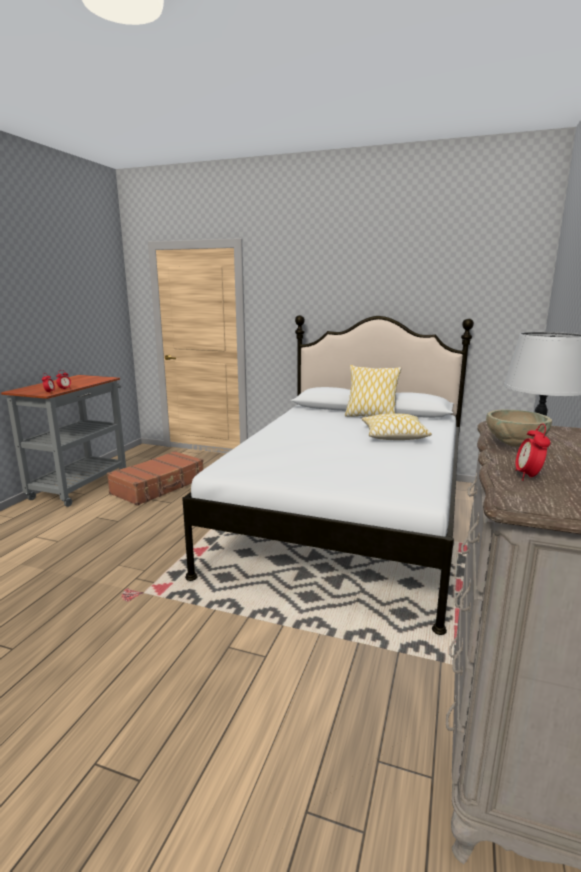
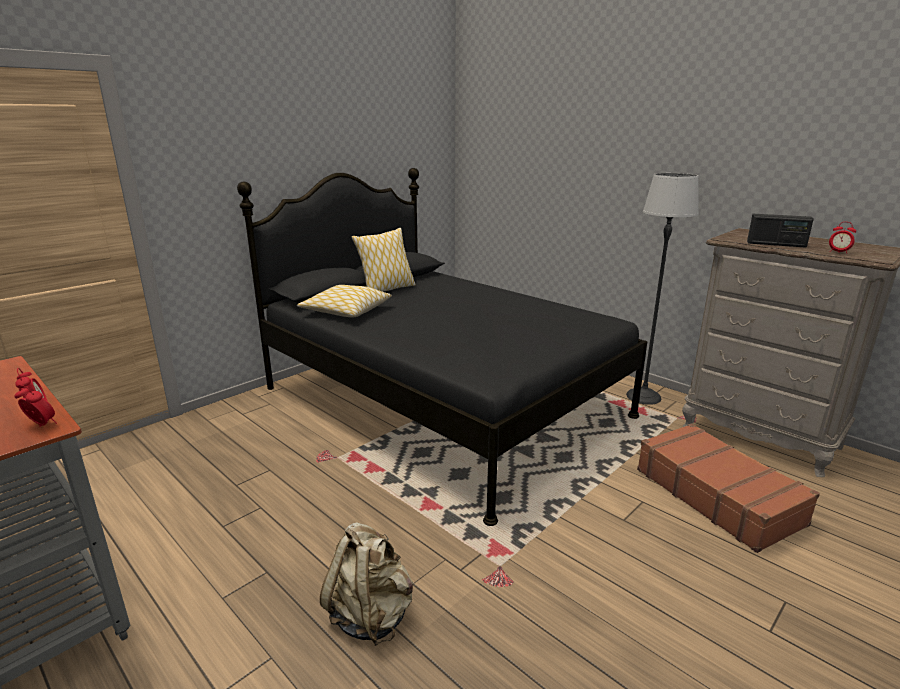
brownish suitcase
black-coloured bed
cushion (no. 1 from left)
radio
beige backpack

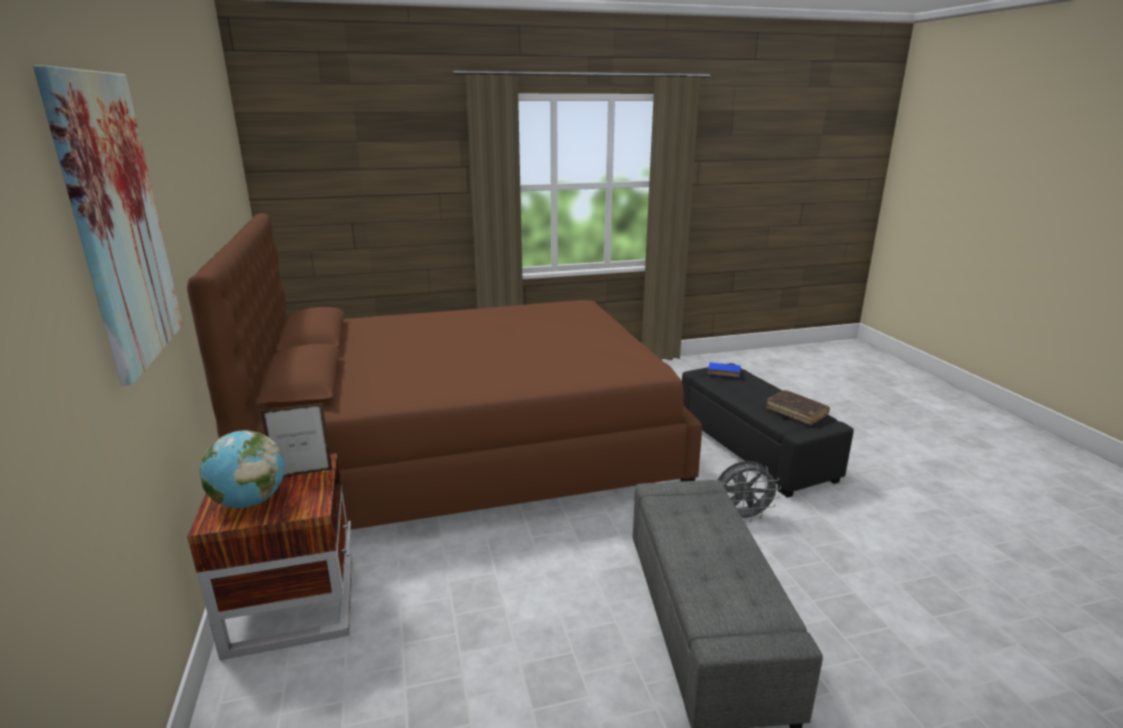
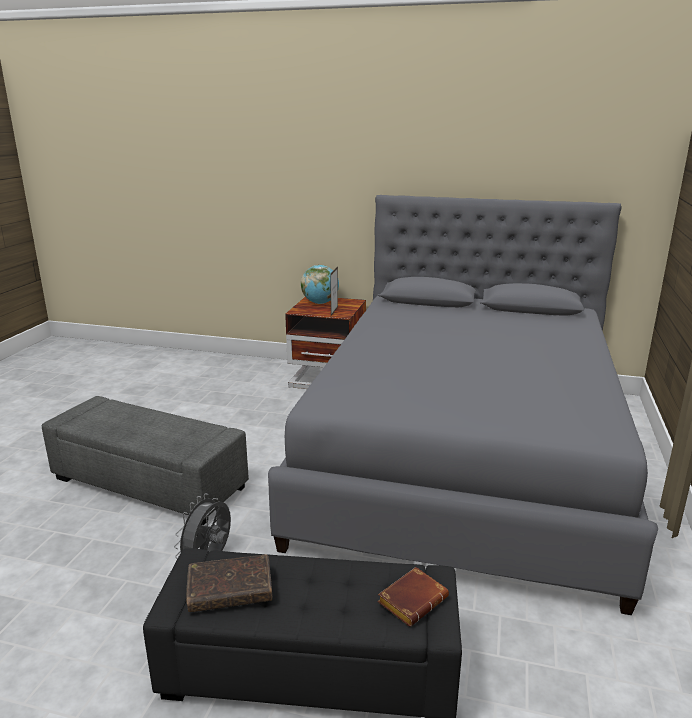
wall picture
grey bed
brownish bound book (no. 2 from left)

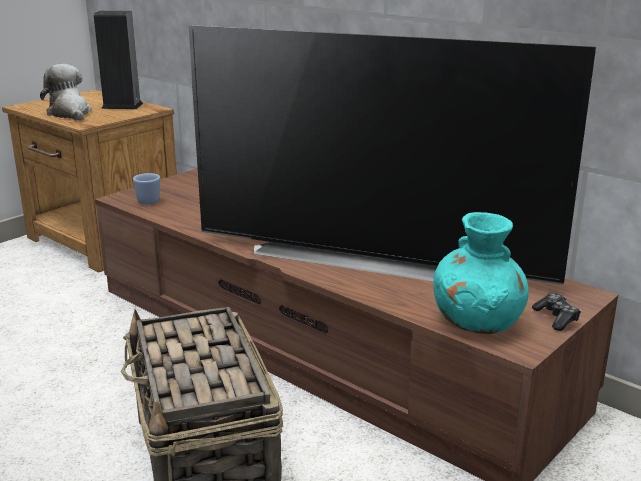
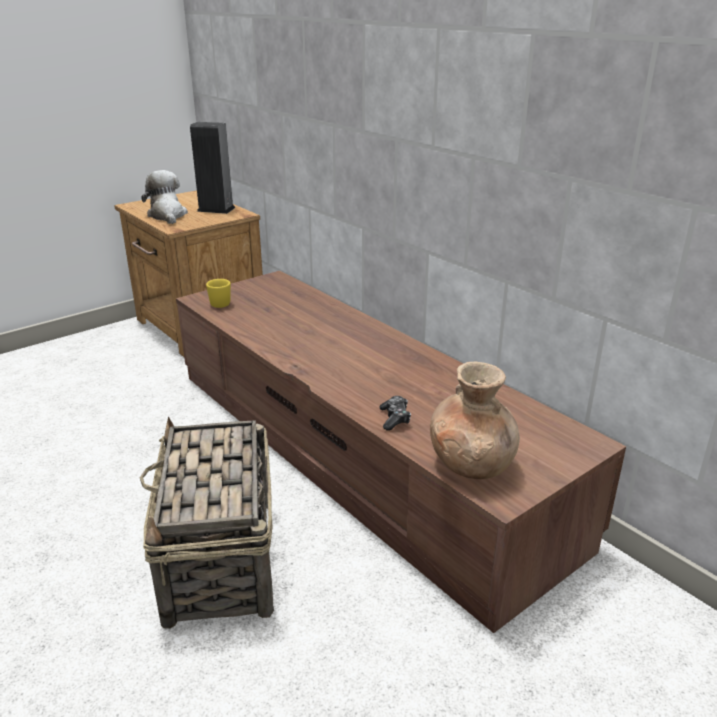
yellowish coffee mug
TV
brownish vase
joypad

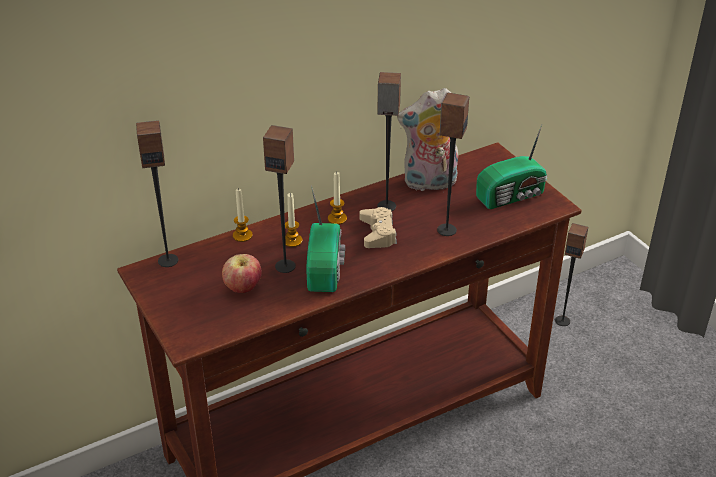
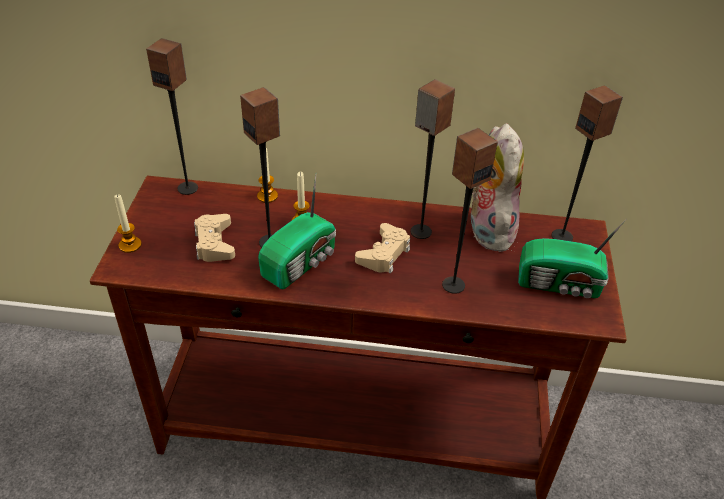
beige joypad (no. 1 from left)
candle (no. 1 from left)
cuddly toy
speaker (no. 5 from left)

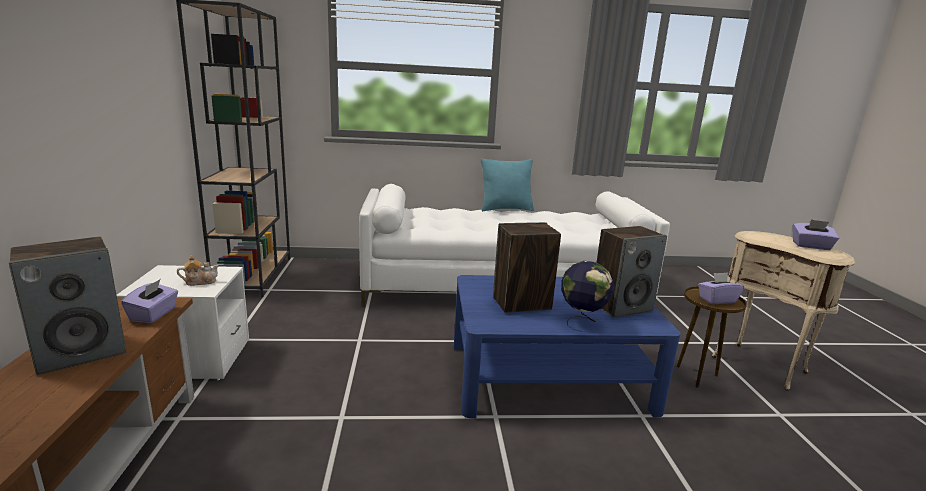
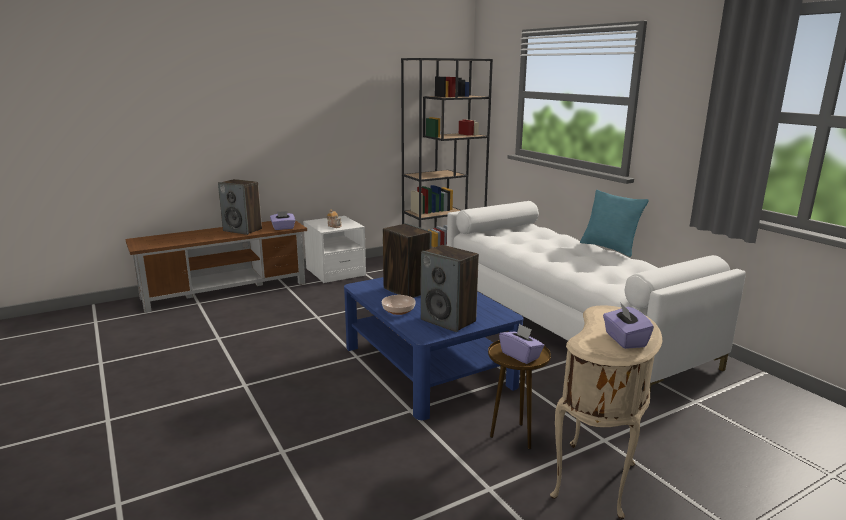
serving bowl

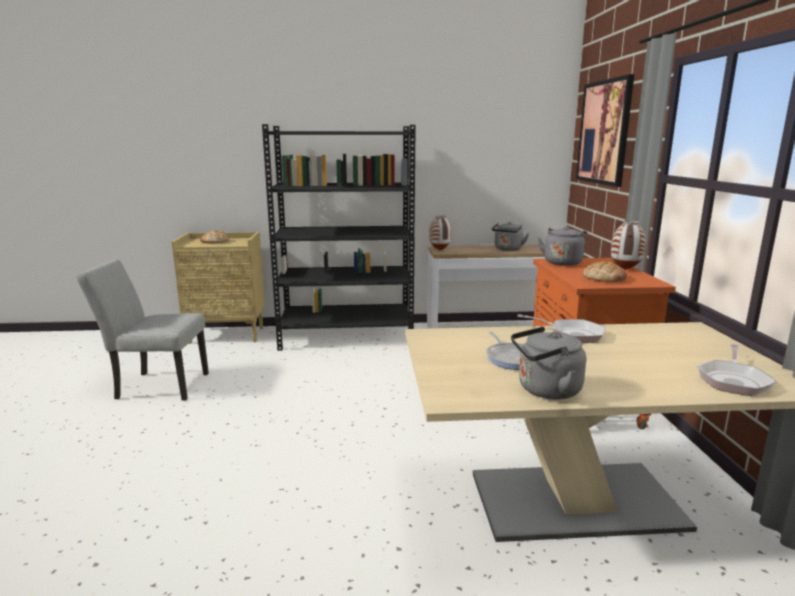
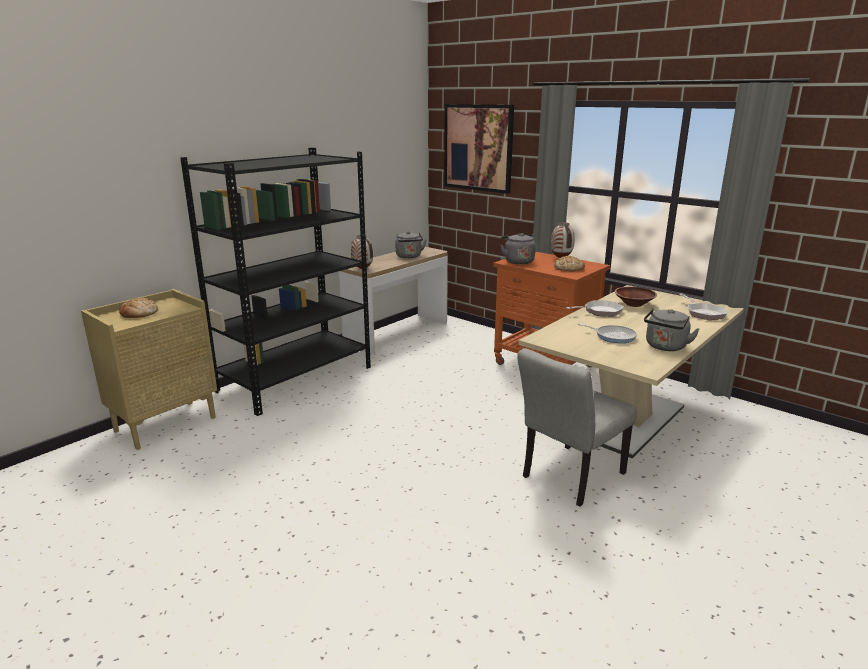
grey chair
brownish serving bowl

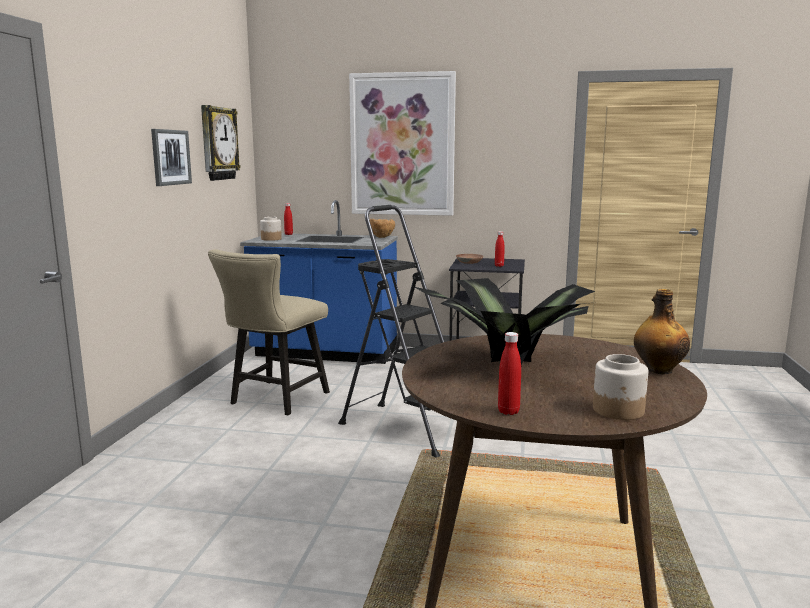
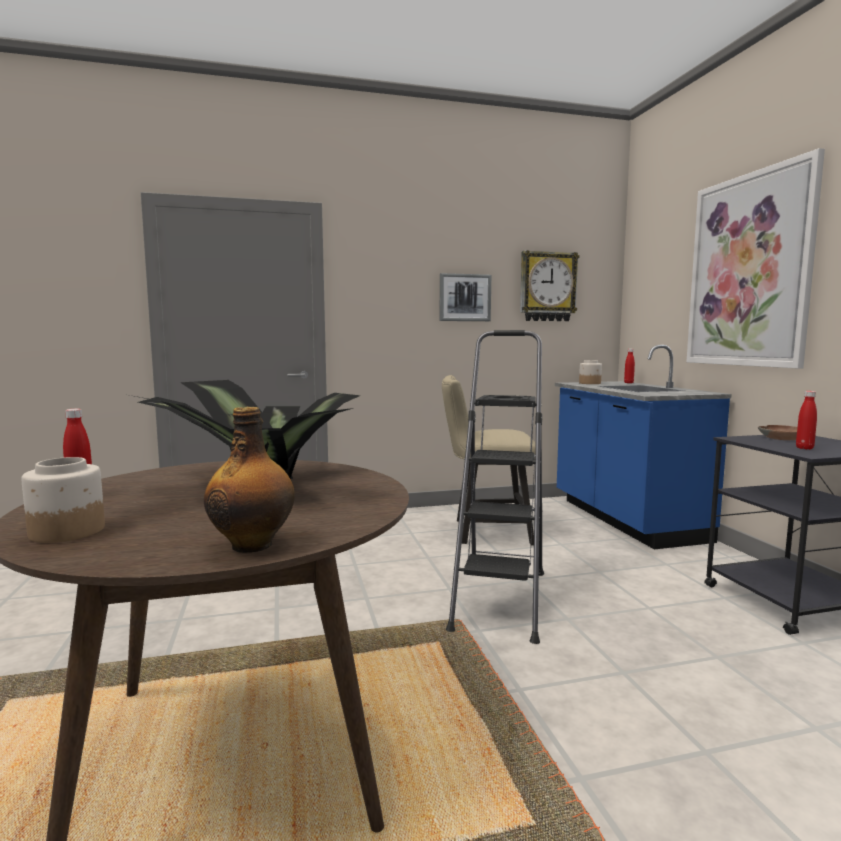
brownish serving bowl (no. 1 from left in the first image)

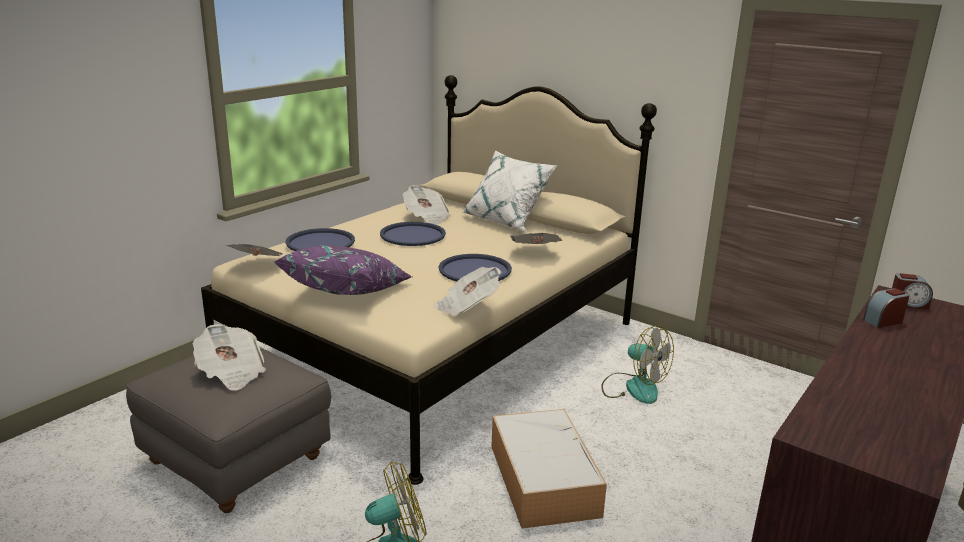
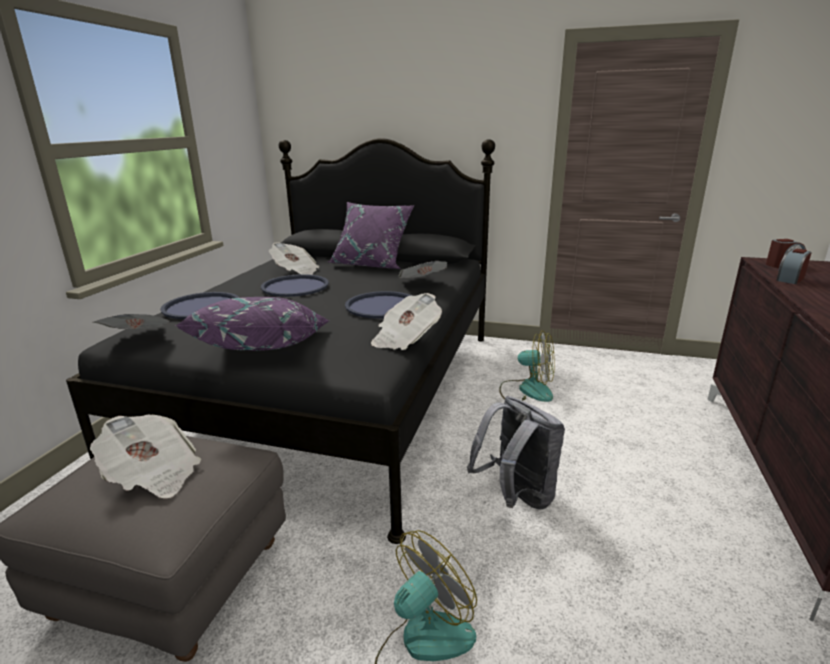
black-coloured bed
purple-coloured cushion (no. 2 from left)
grey backpack

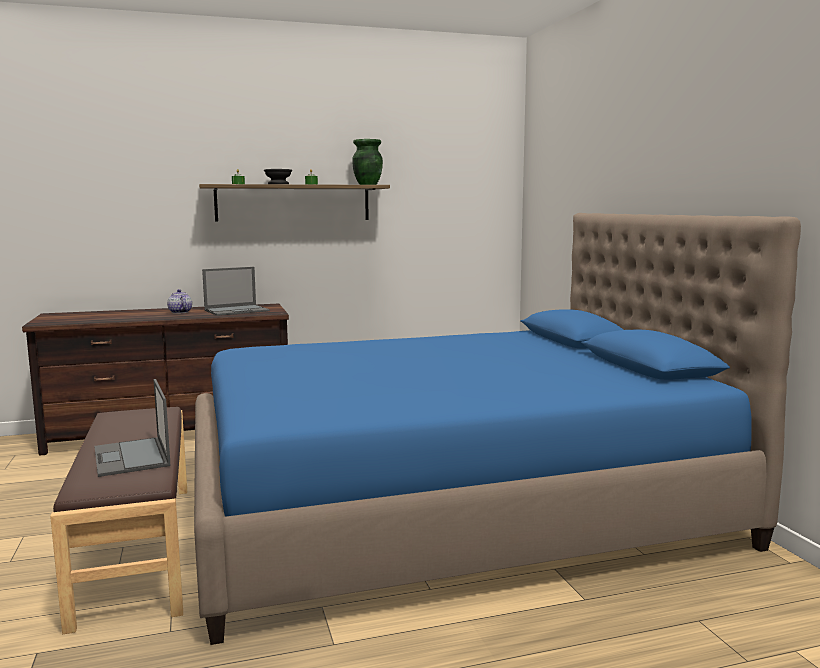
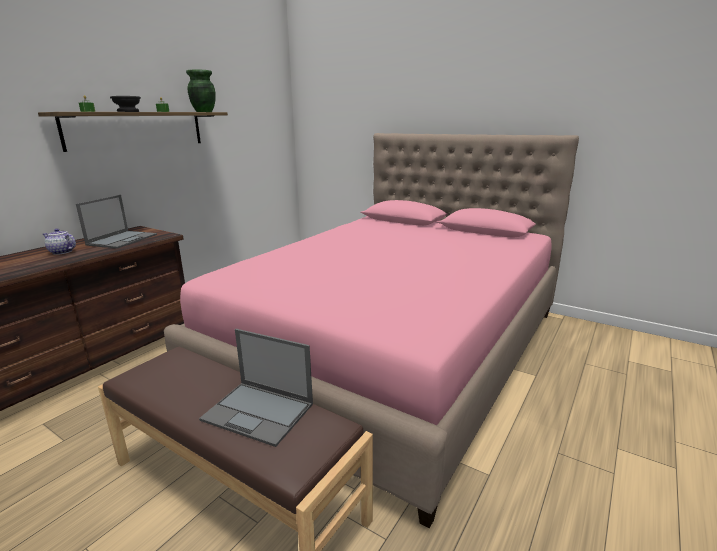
pink bed

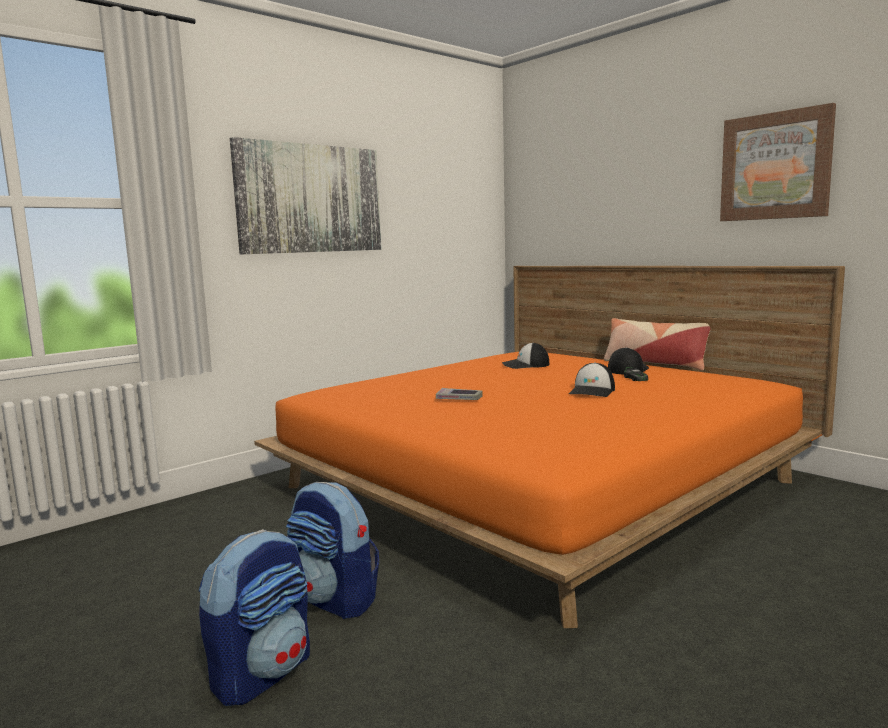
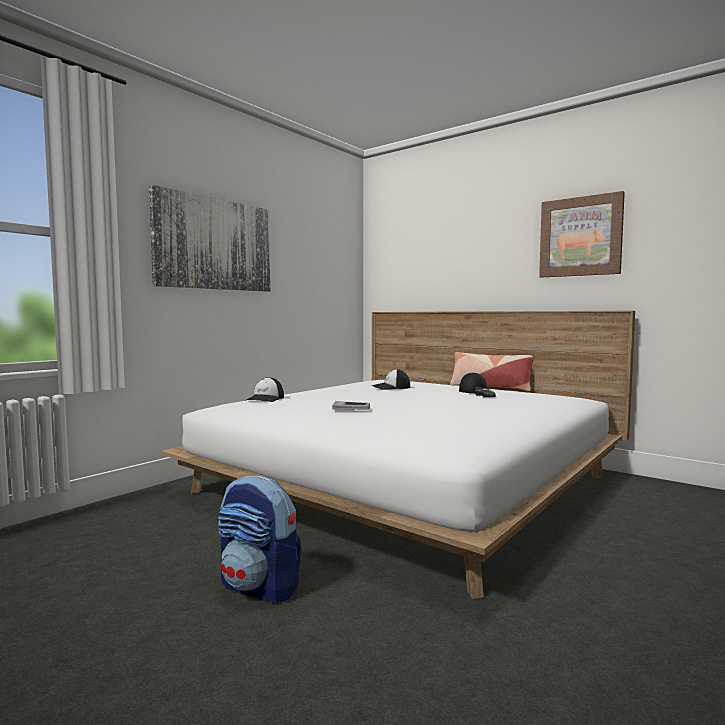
backpack (no. 1 from left in the first image)
white bed
baseball cap (no. 1 from left)

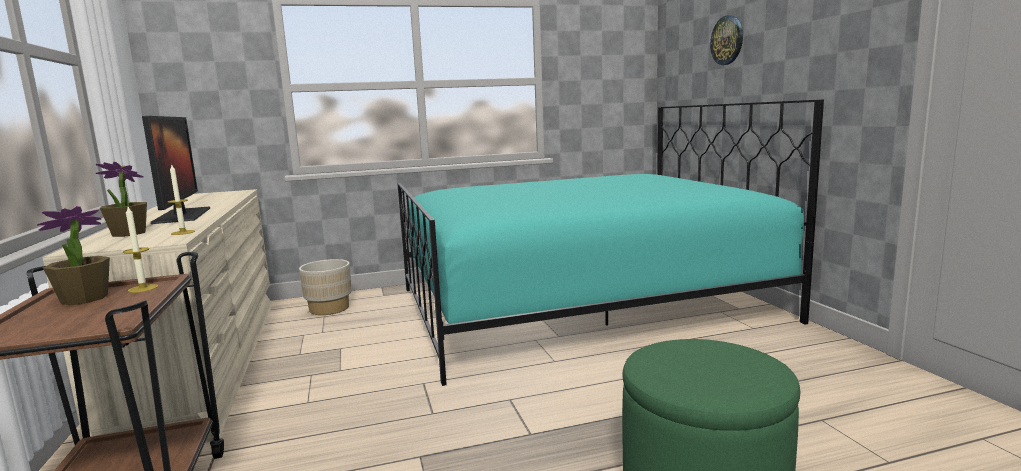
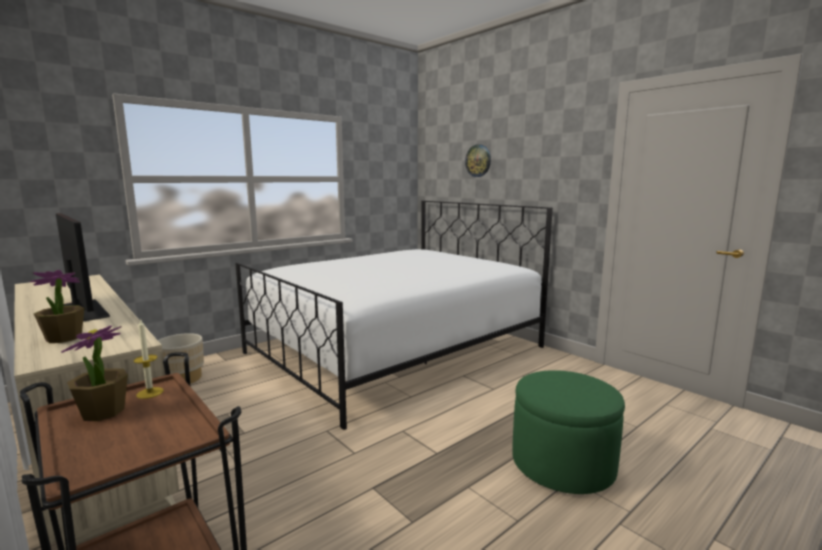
candle (no. 2 from left in the first image)
white bed

